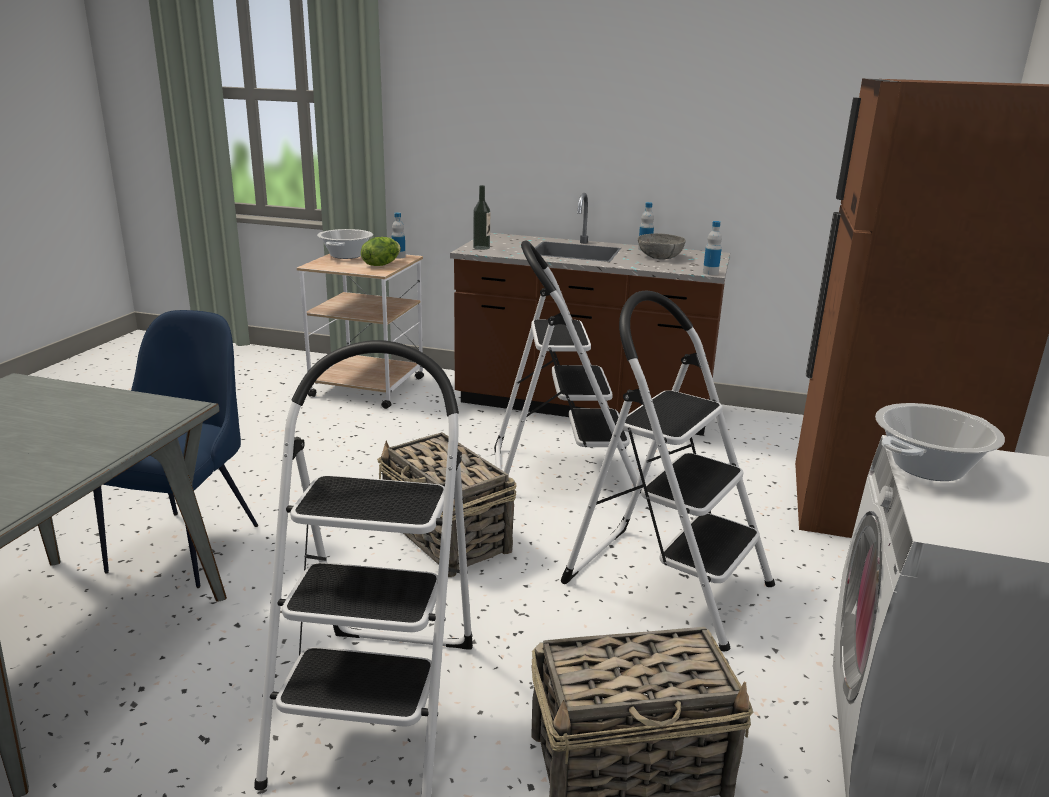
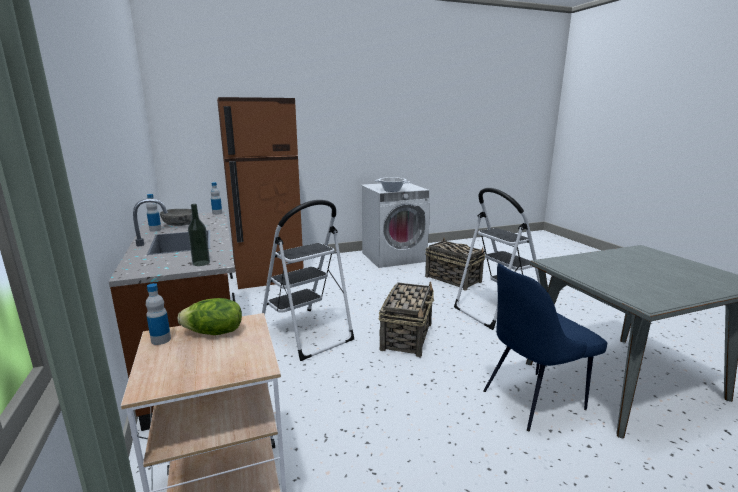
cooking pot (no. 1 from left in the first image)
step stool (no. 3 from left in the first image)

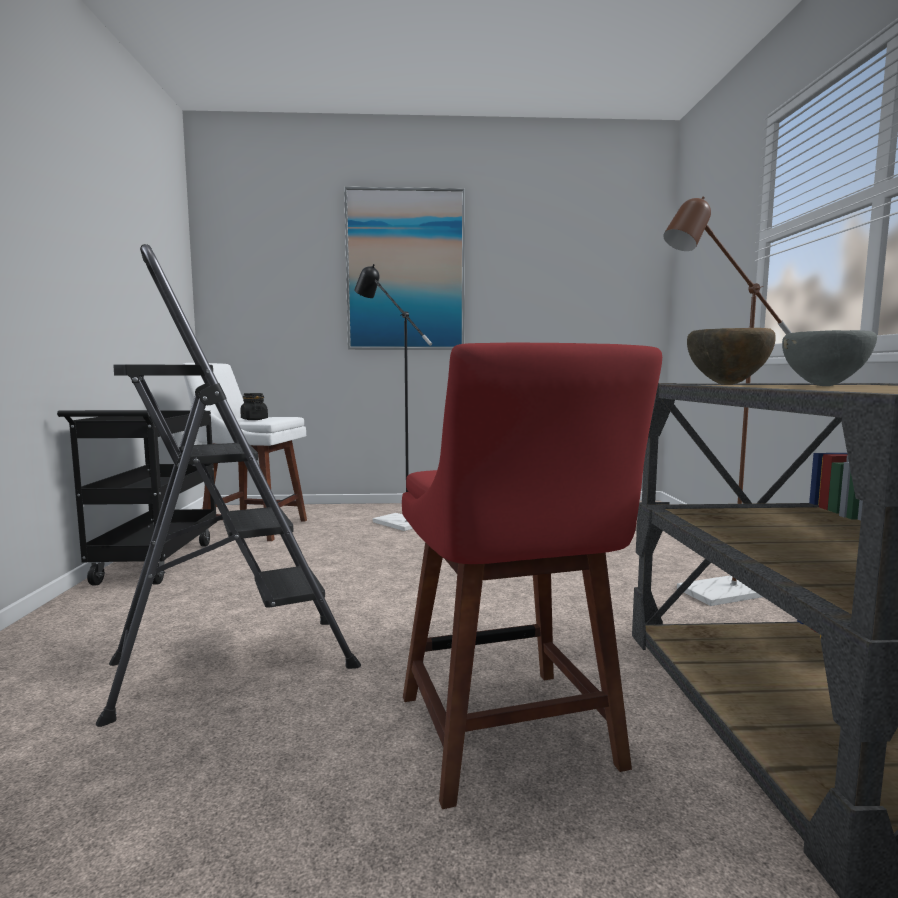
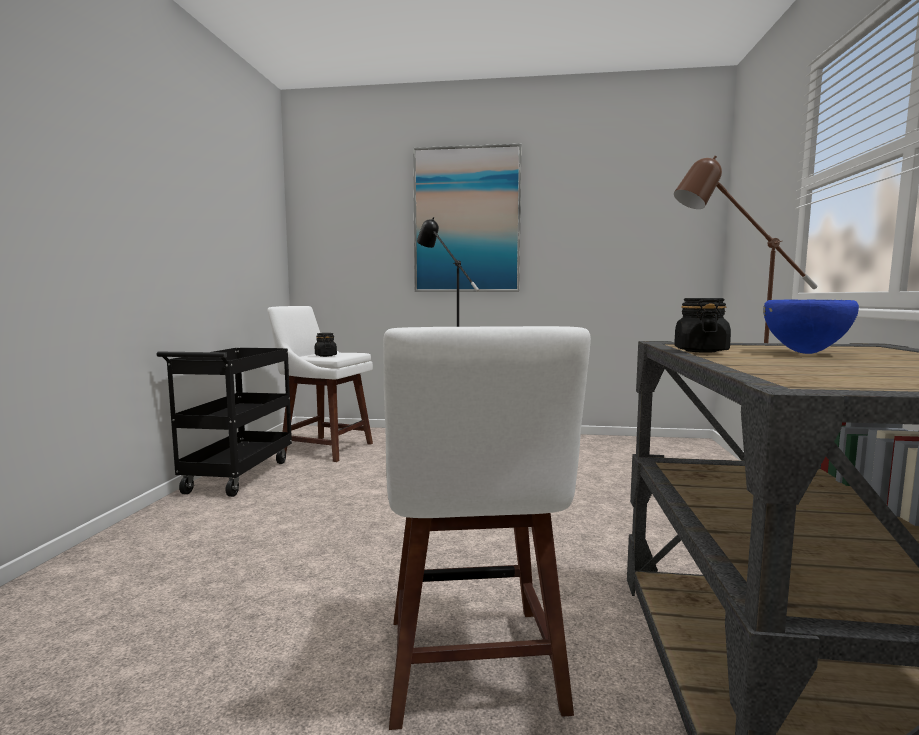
step stool
white sitting stool (no. 2 from left)
black-coloured storage jar (no. 2 from left)
bluish serving bowl

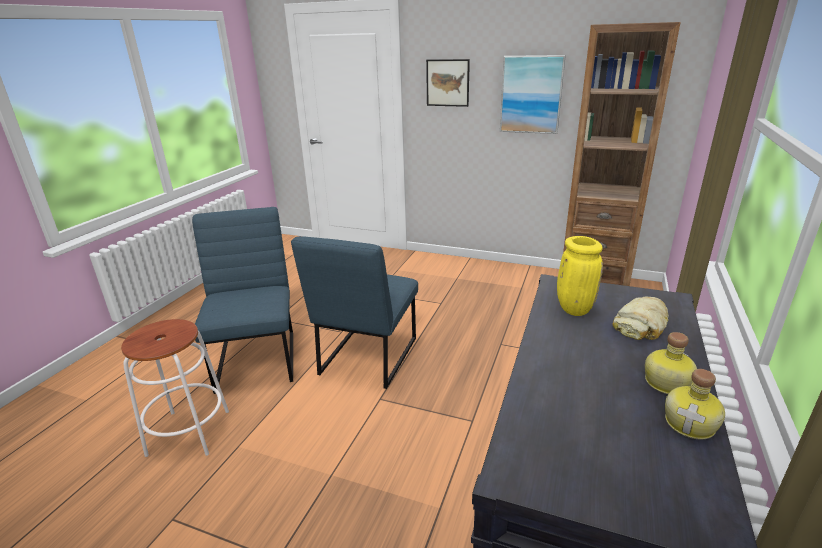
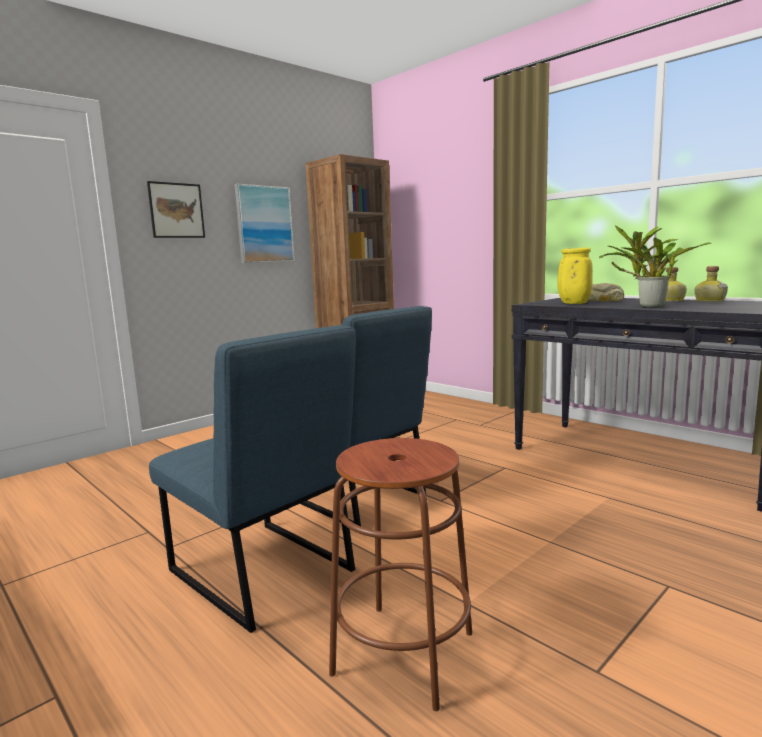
brownish sitting stool
bluish chair (no. 1 from left)
houseplant

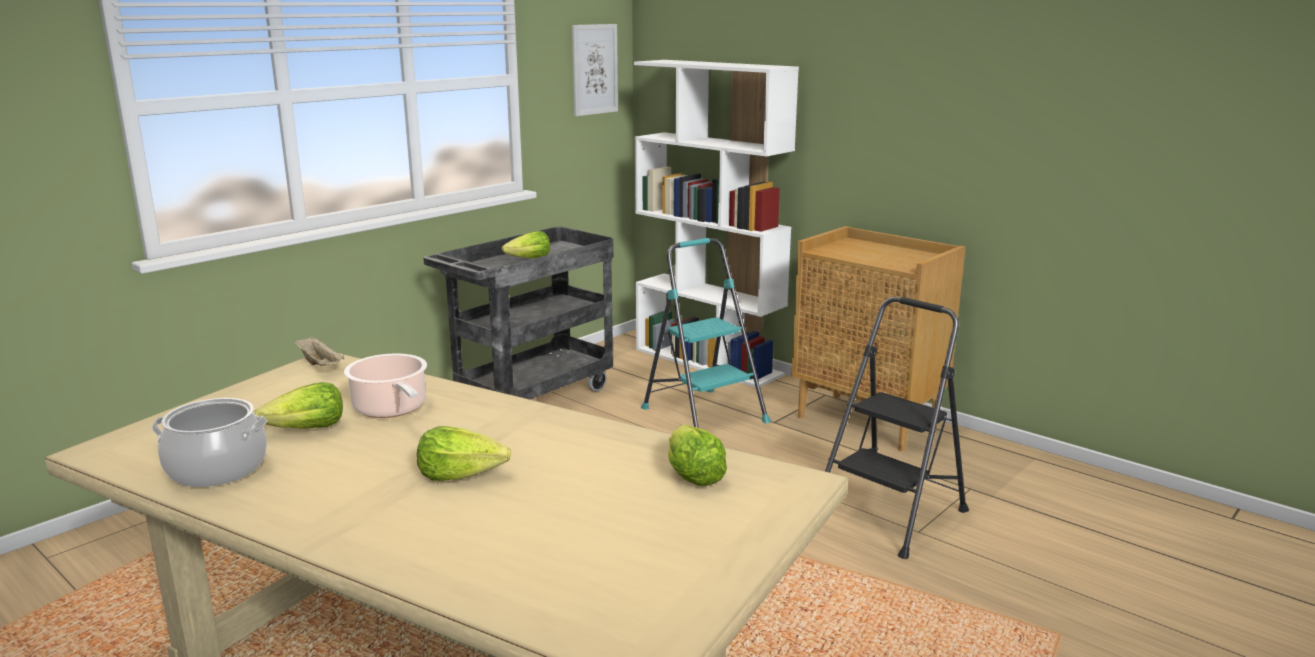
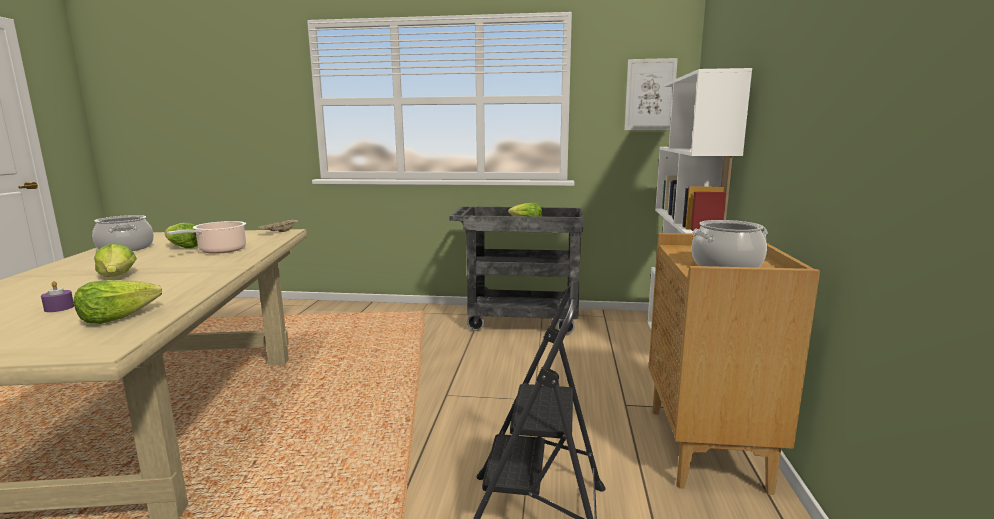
turquoise-coloured step stool
purple-coloured candle
cooking pot (no. 3 from left)

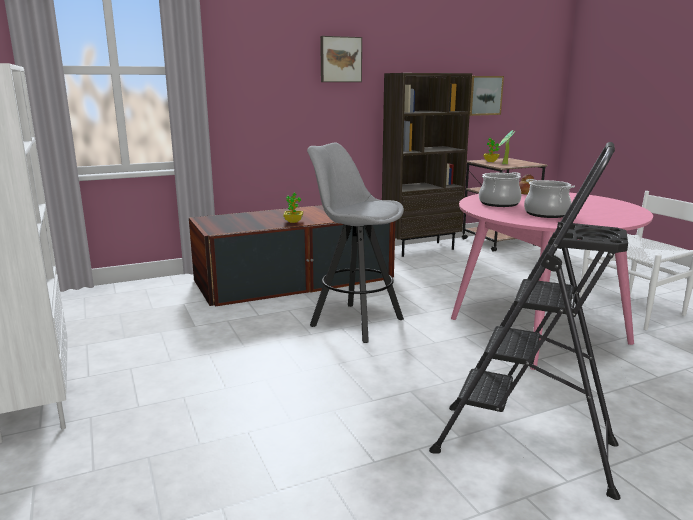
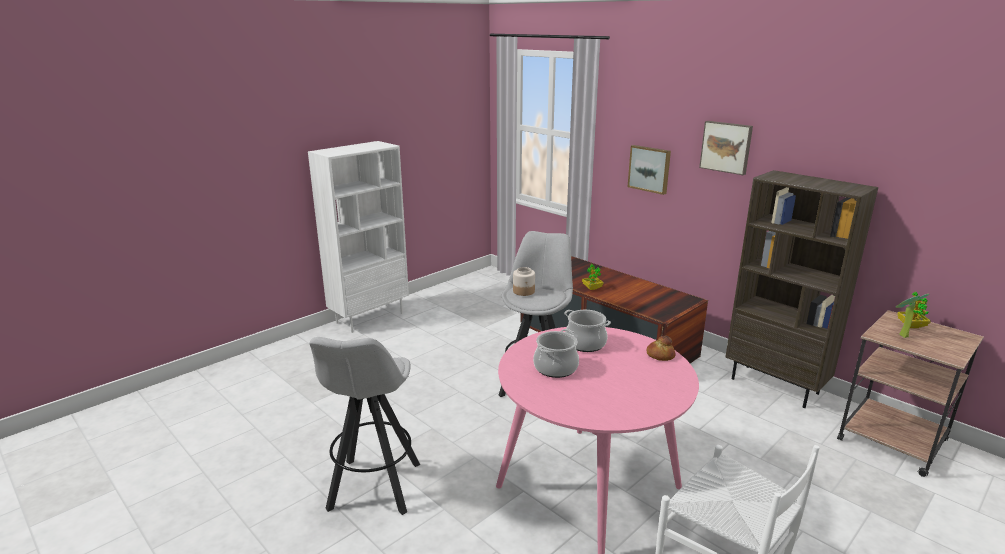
grey sitting stool (no. 1 from left)
wall picture (no. 1 from left)
storage jar

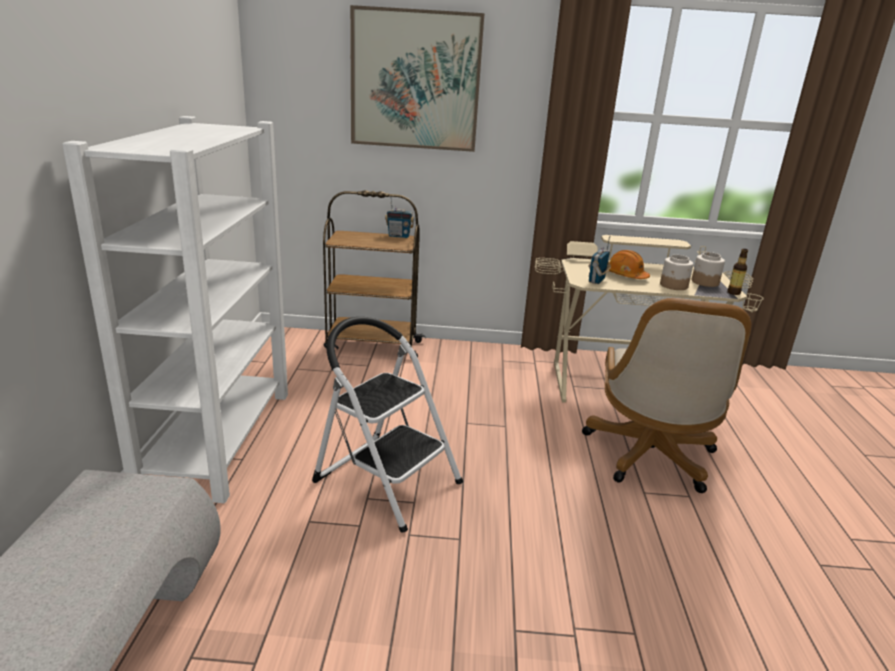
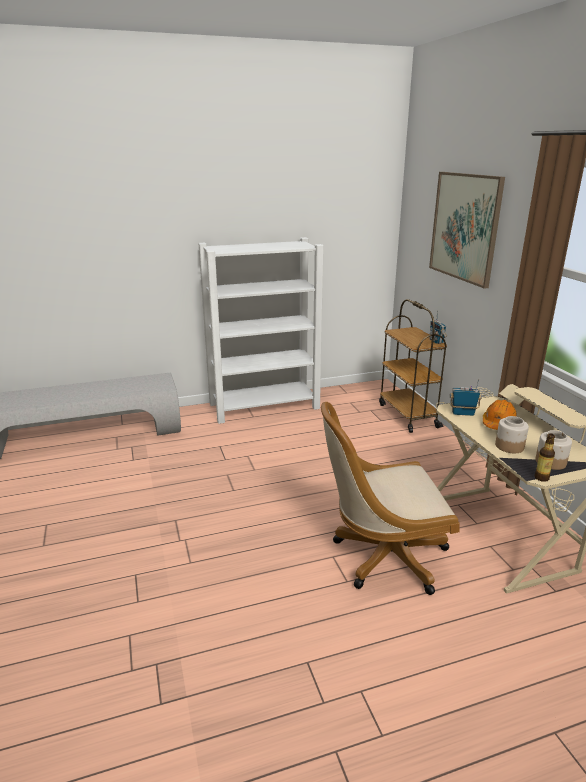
step stool

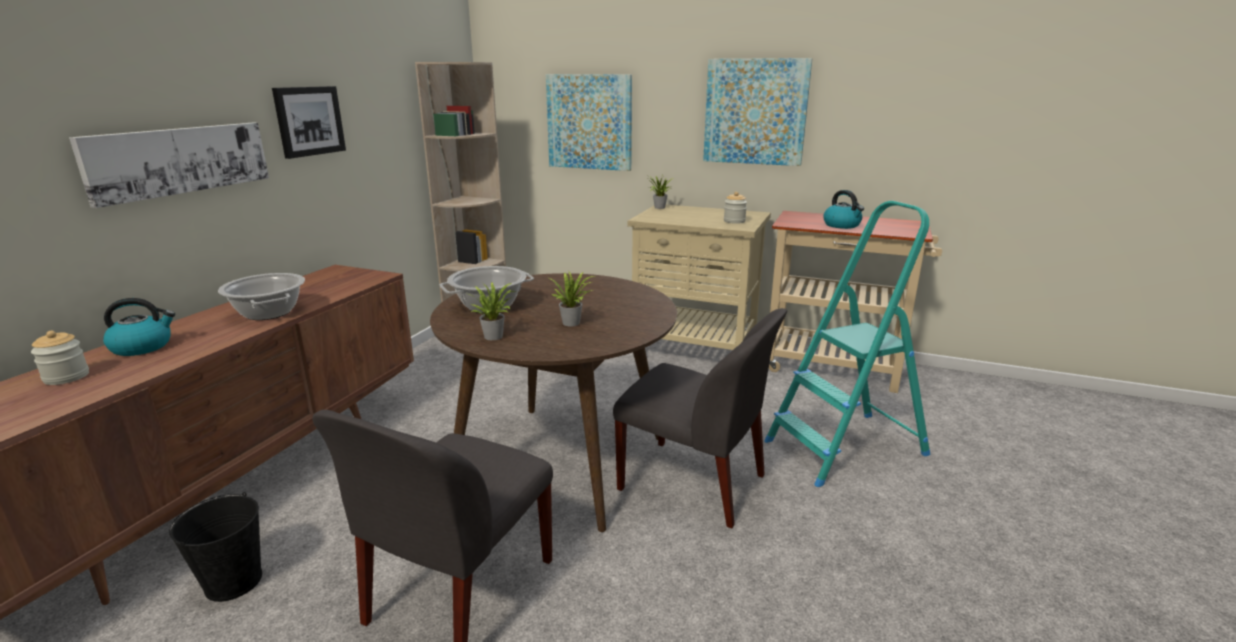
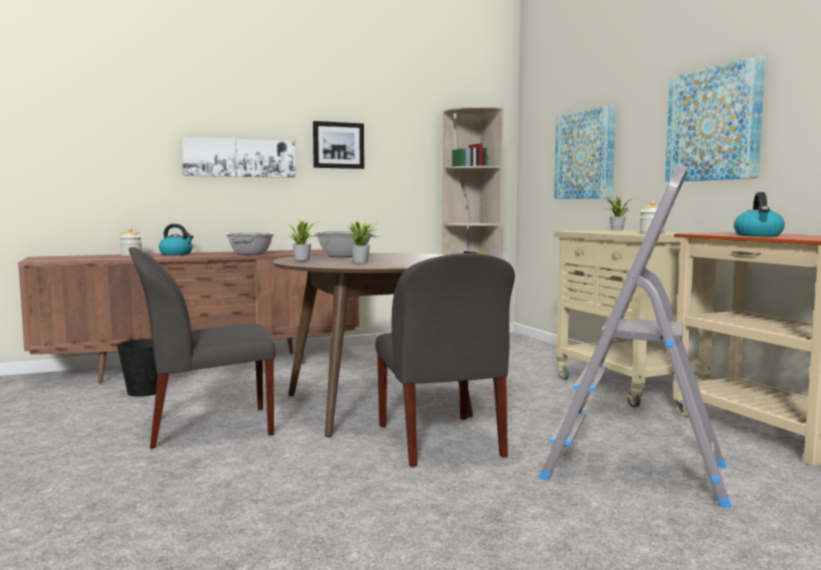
grey step stool

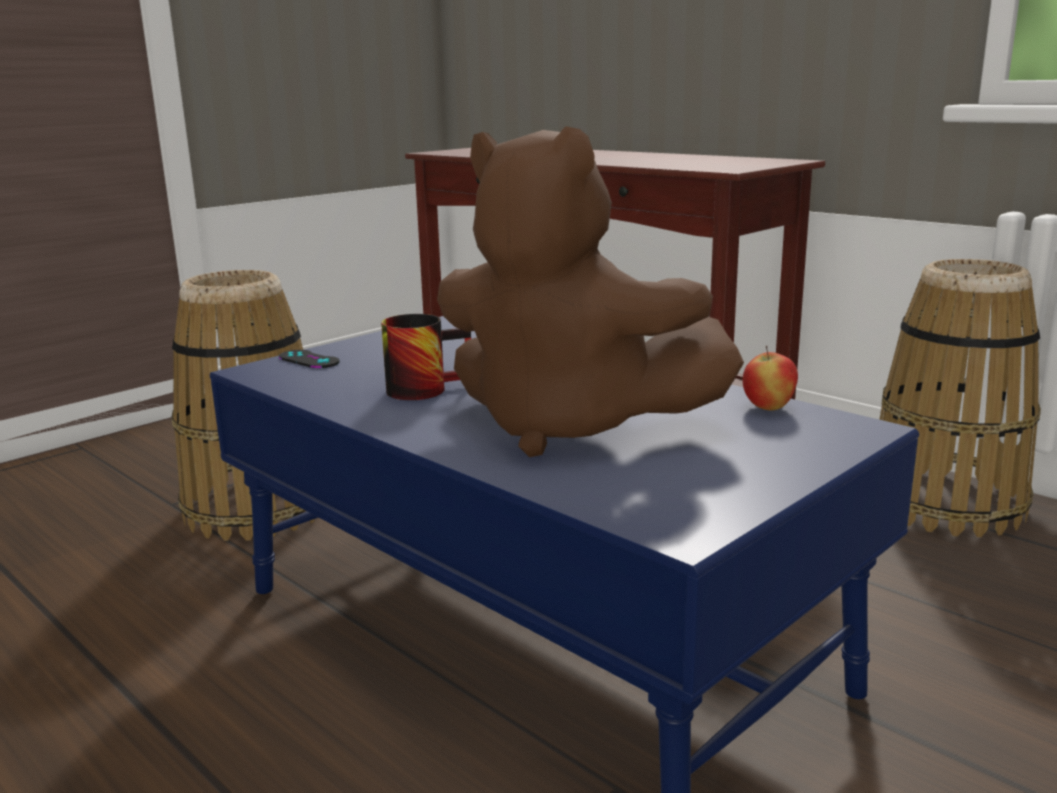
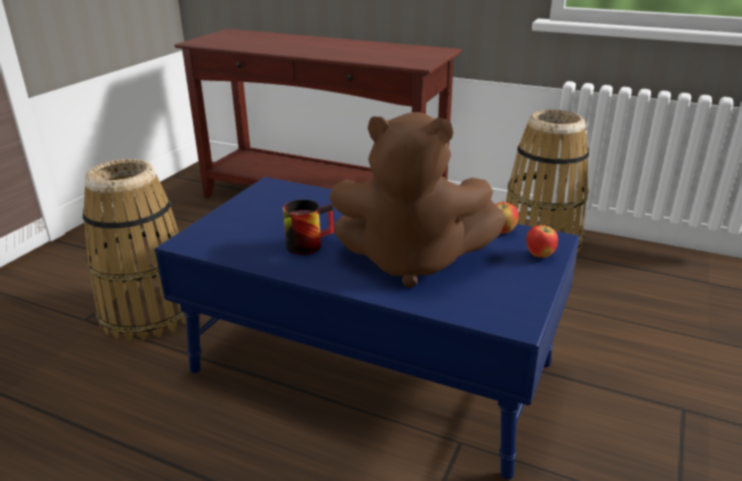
black-coloured joypad
whole apple (no. 2 from left)

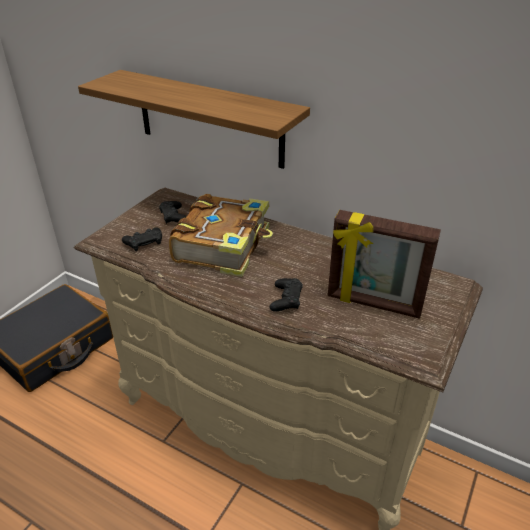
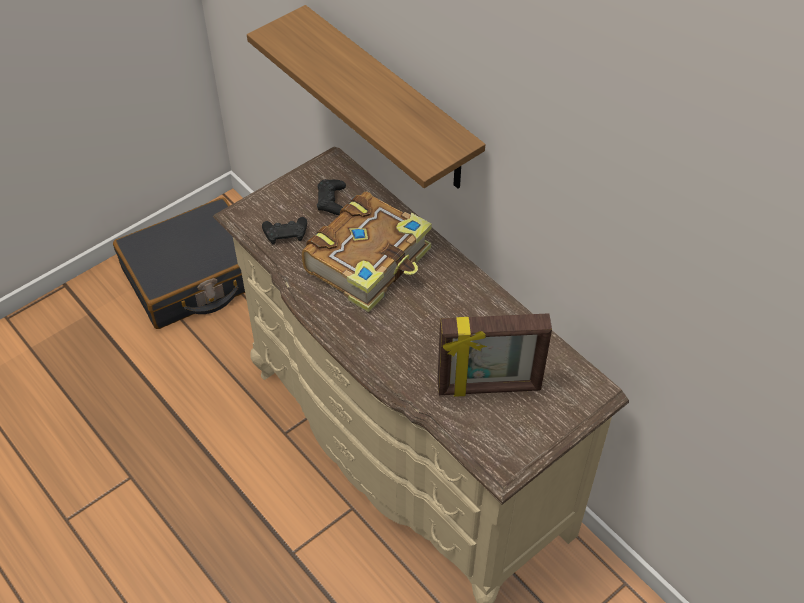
black-coloured joypad (no. 3 from left in the first image)
photo frame

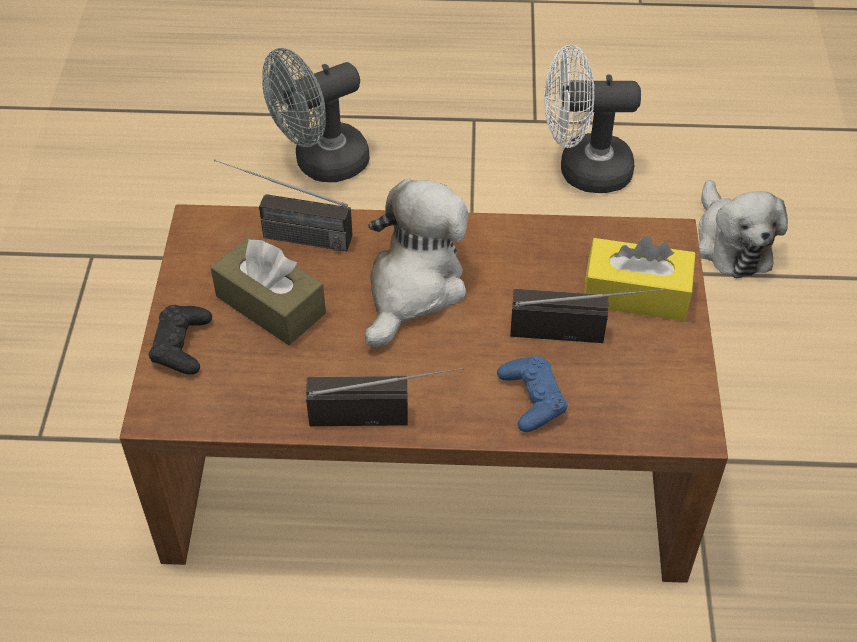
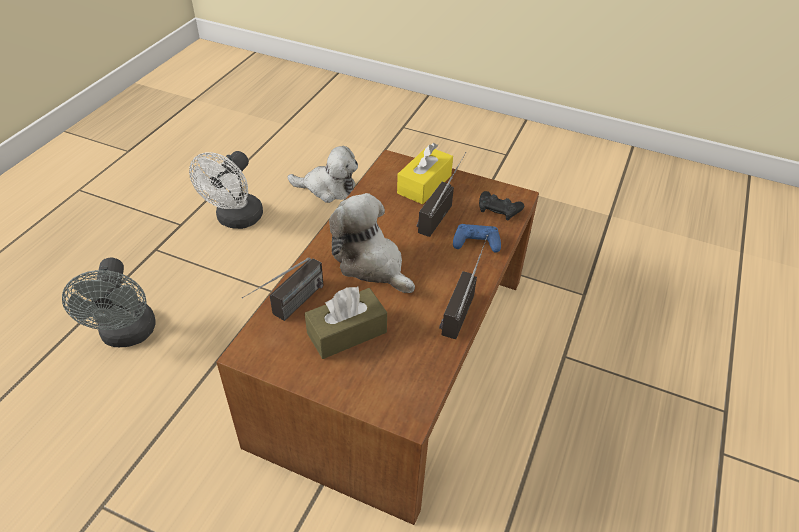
black-coloured joypad

